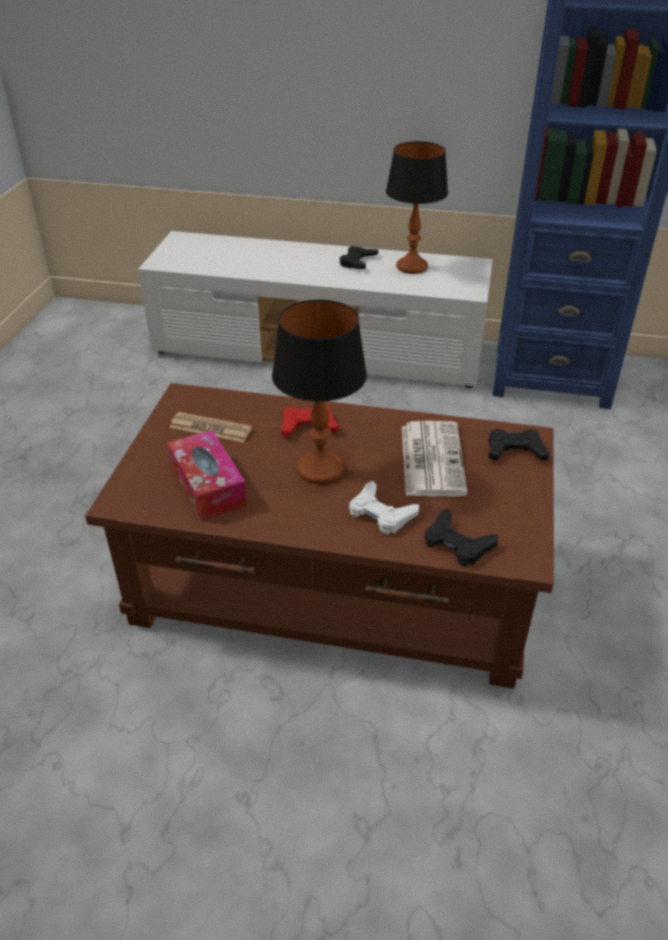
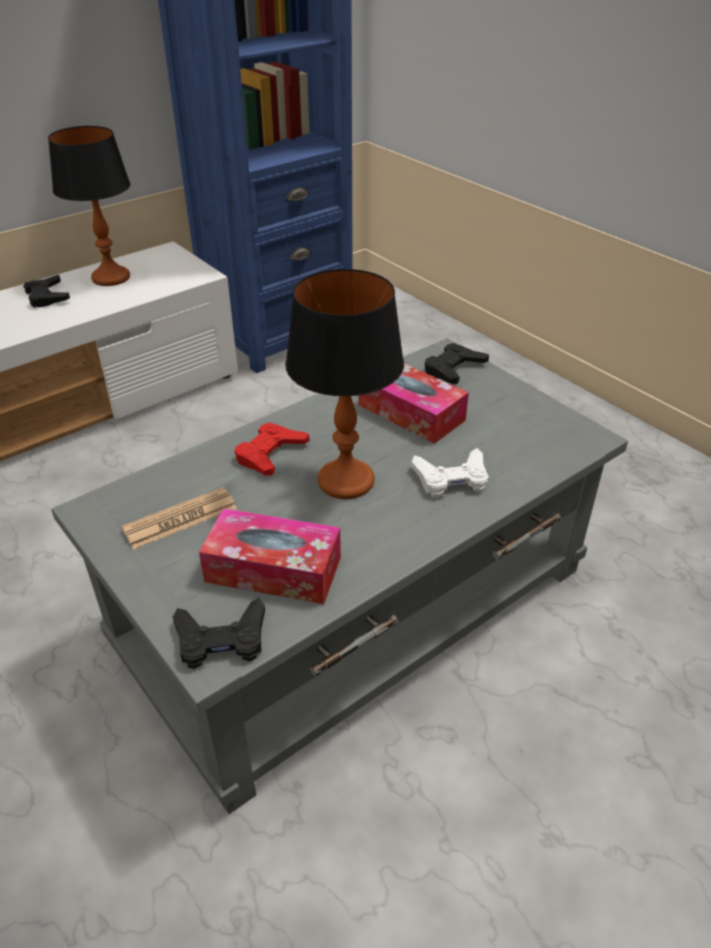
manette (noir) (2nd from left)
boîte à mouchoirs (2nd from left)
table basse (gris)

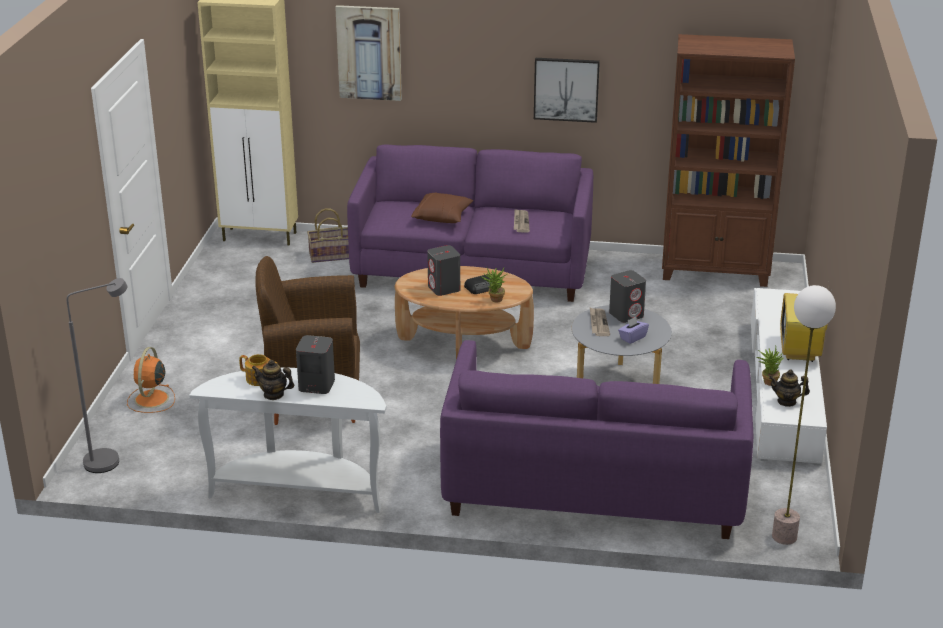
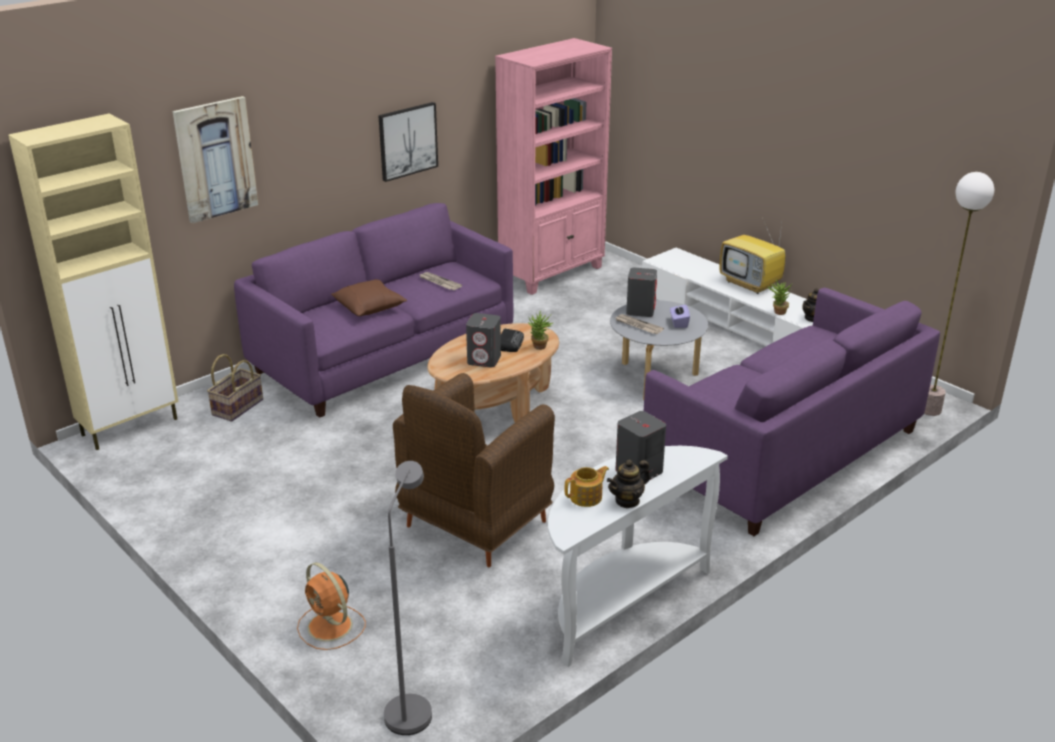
bibliothèque (rose)

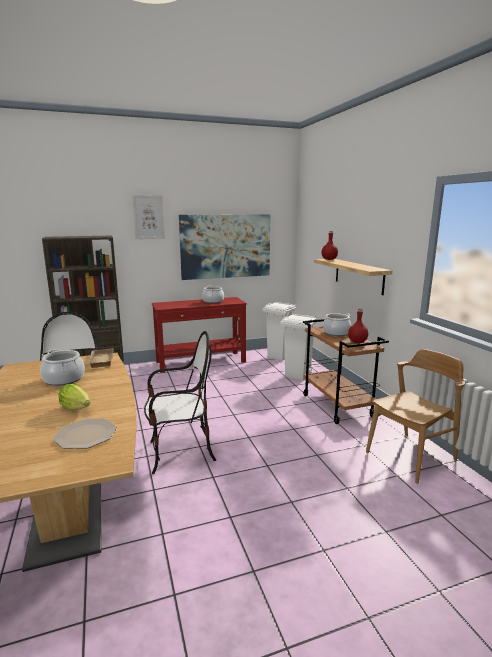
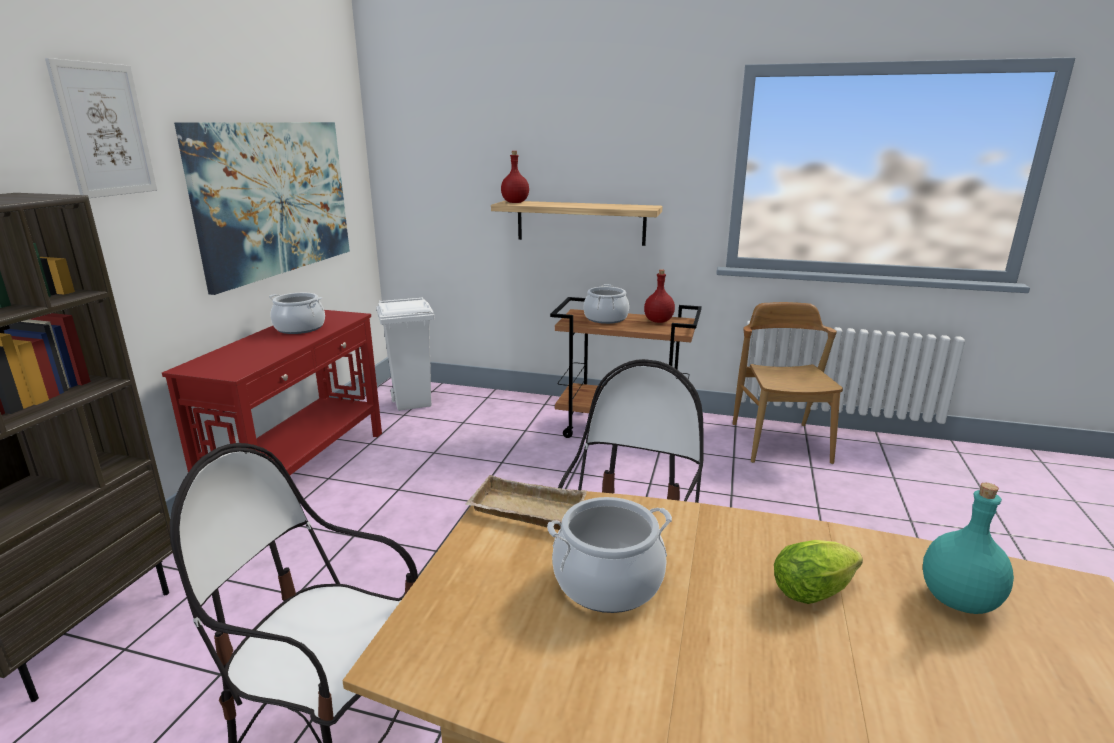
poubelle (blanc) (2nd from left in the first image)
bouteille (turquoise)

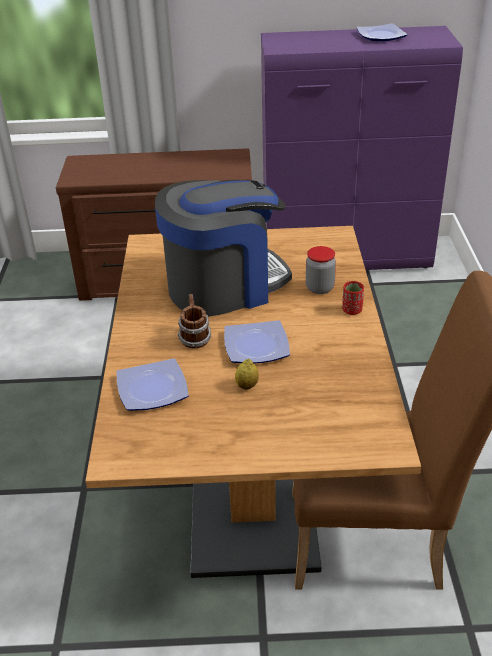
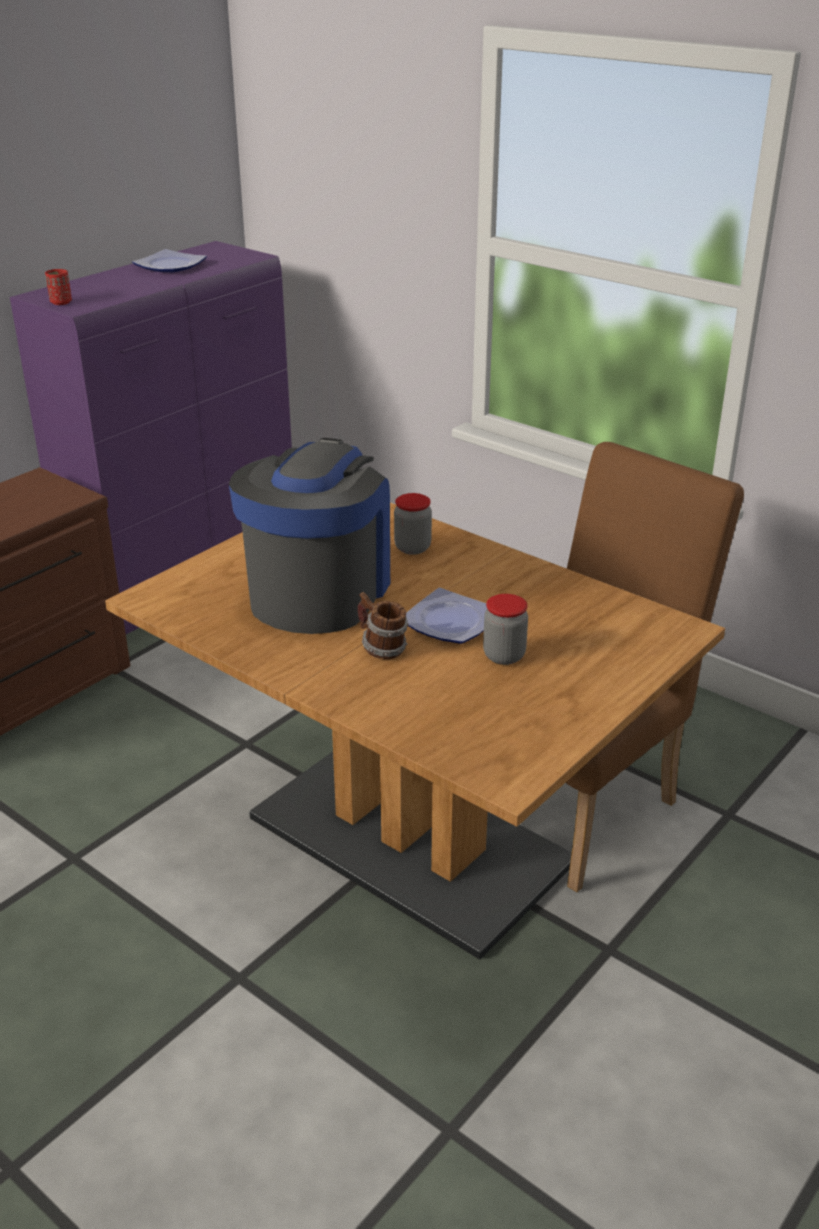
assiette (1st from left in the first image)
tasse (rouge)
bocal (2nd from left)

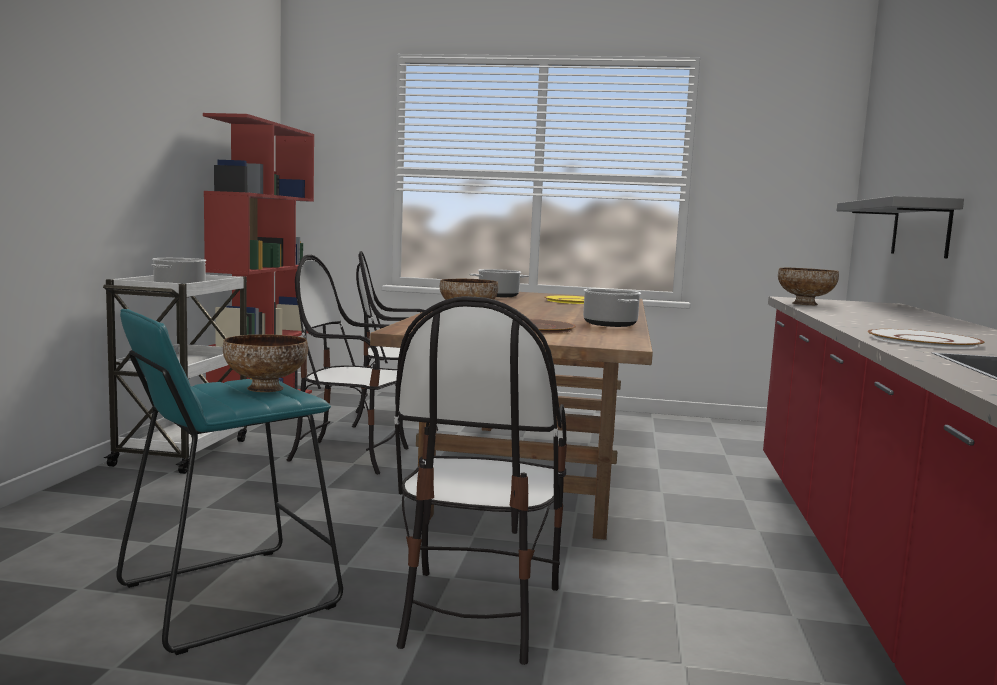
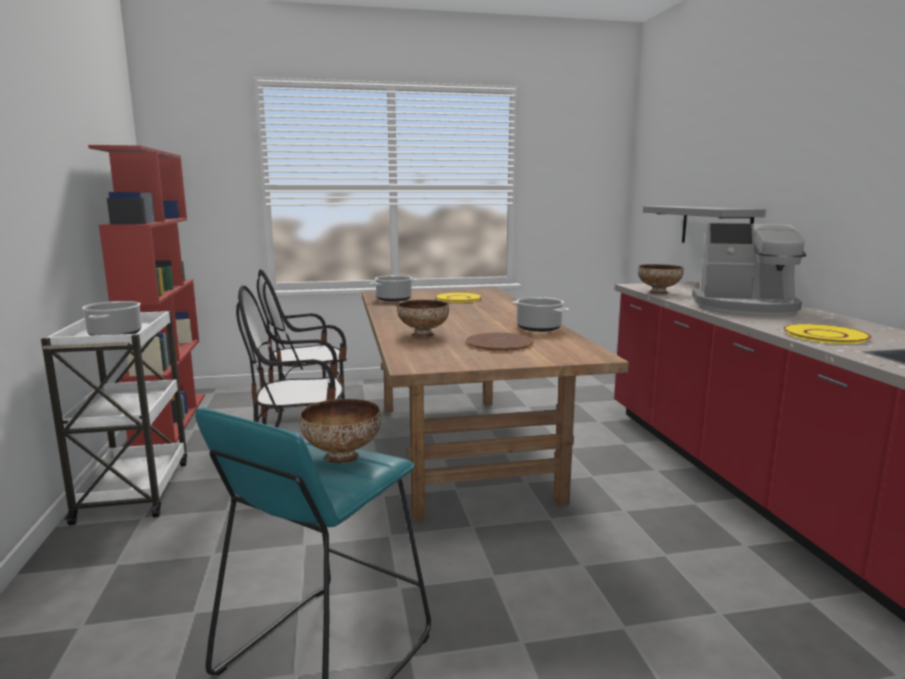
chaise (3rd from left in the first image)
machine à café
assiette (jaune) (2nd from left)

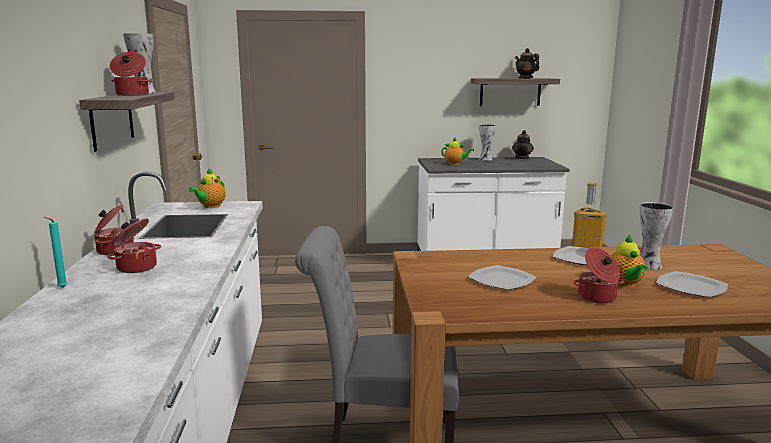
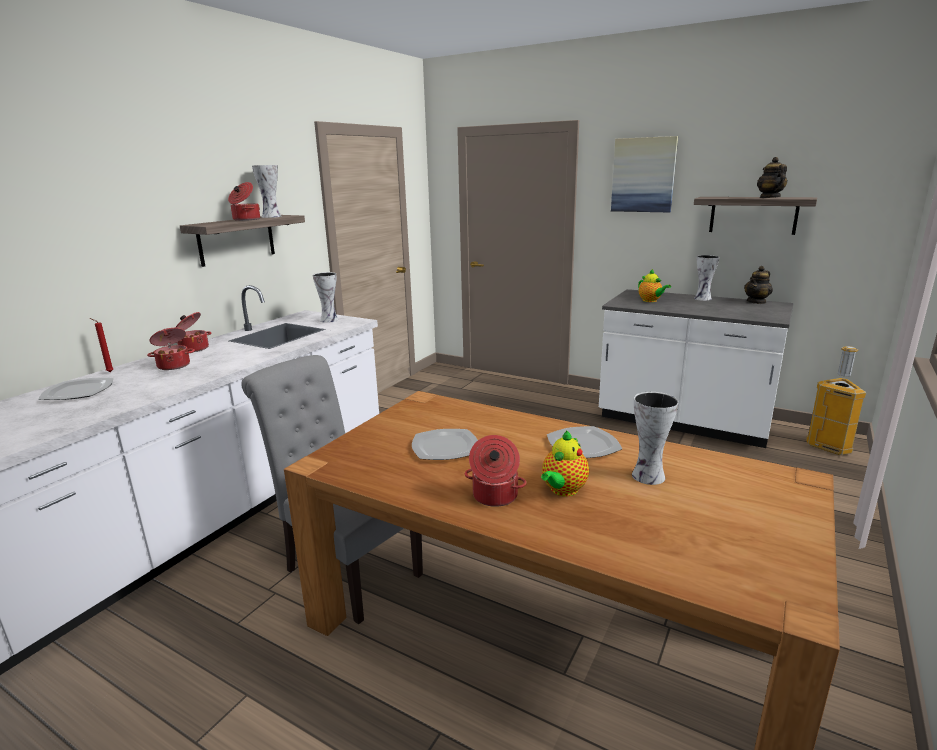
tableau
assiette (1st from left)
vase (2nd from left)
bougie (rouge)

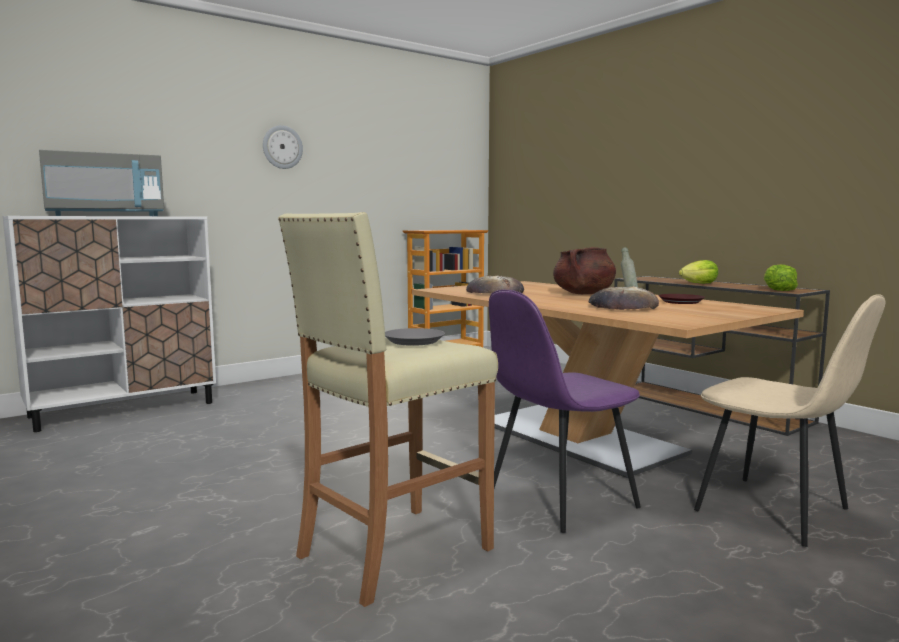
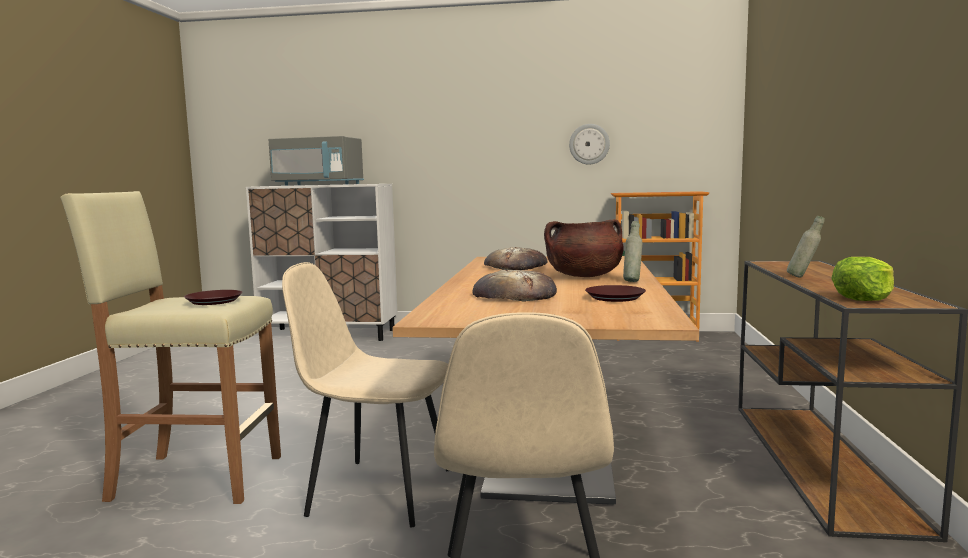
horloge murale
bouteille (gris) (2nd from left)
assiette (marron) (1st from left)
chaise (beige) (1st from left)

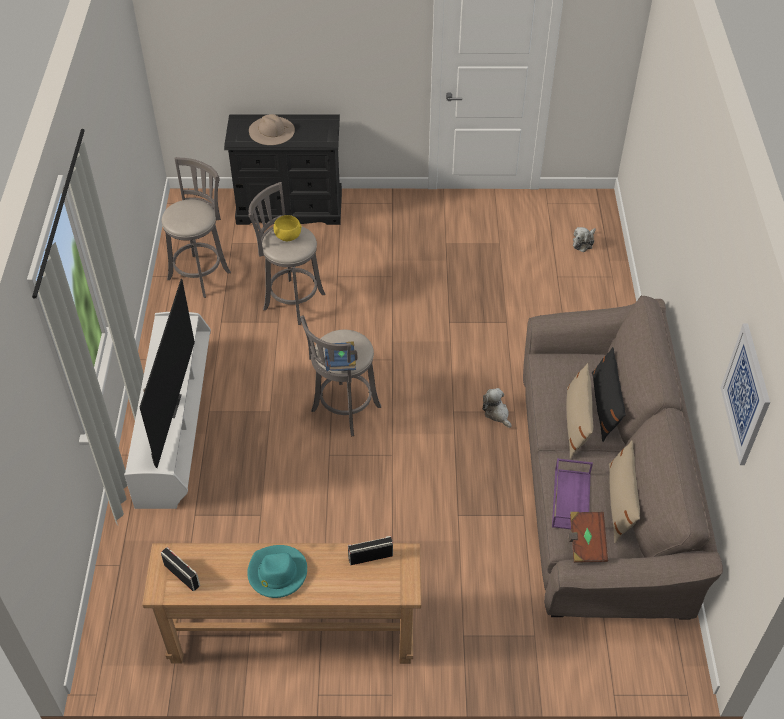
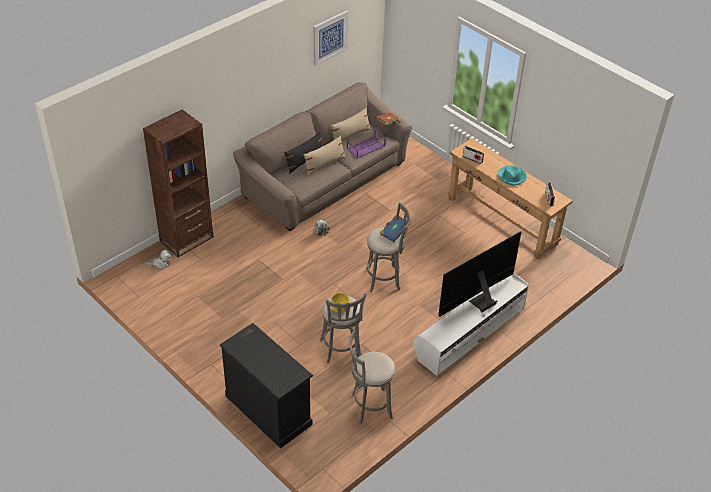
chapeau (beige)
bibliothèque (marron)

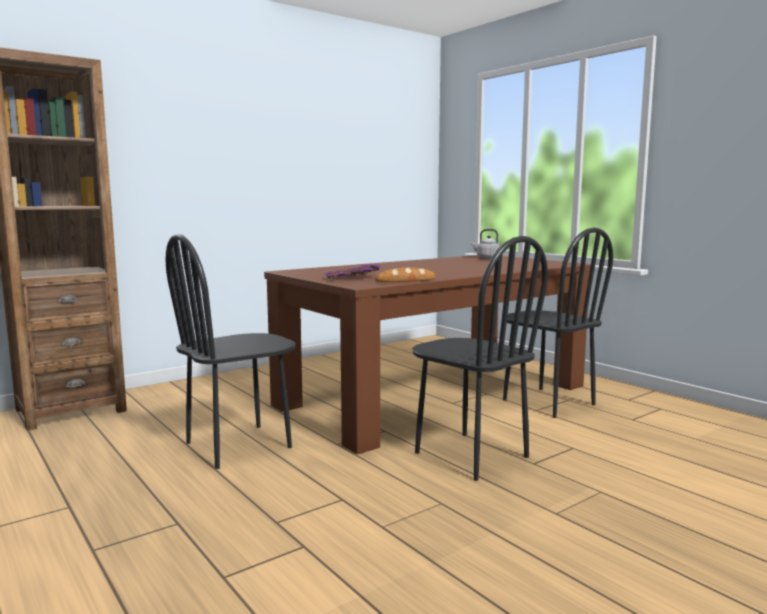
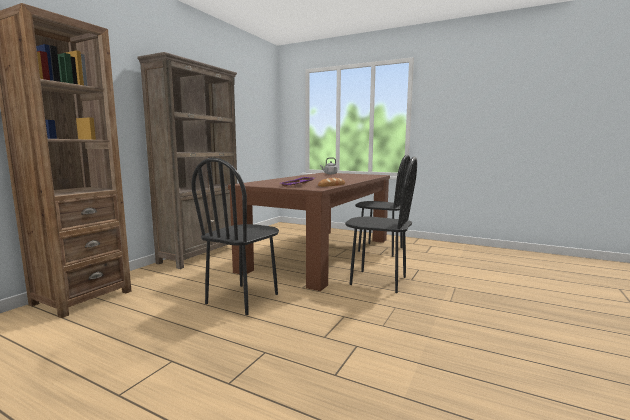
bibliothèque (marron) (2nd from left)

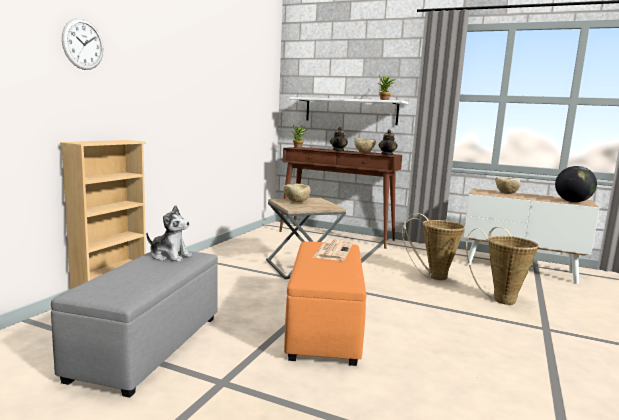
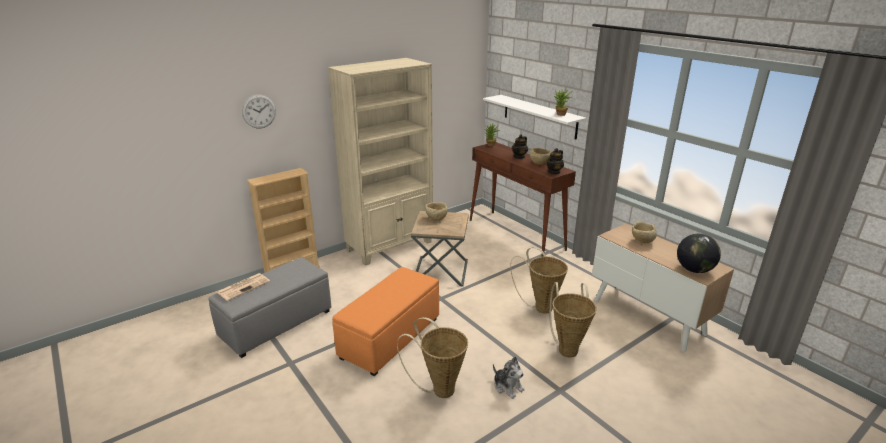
bibliothèque (beige) (2nd from left)
panier (1st from left)
peluche
journal

